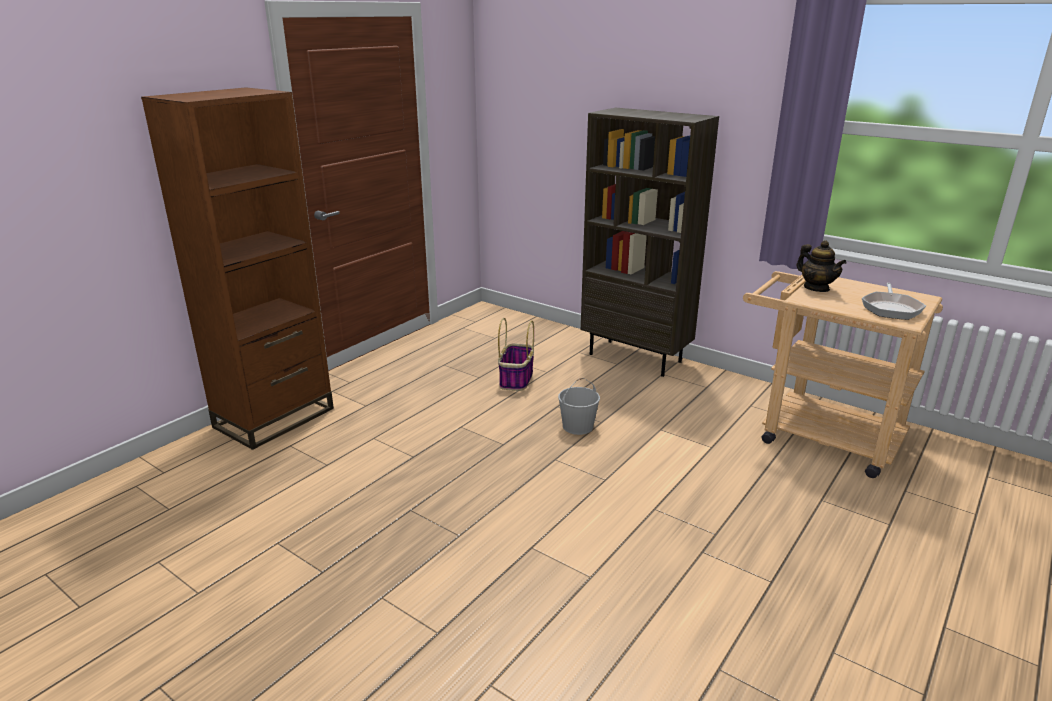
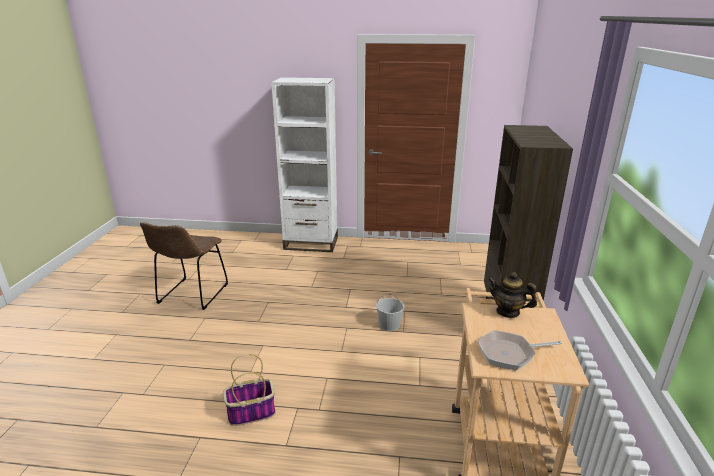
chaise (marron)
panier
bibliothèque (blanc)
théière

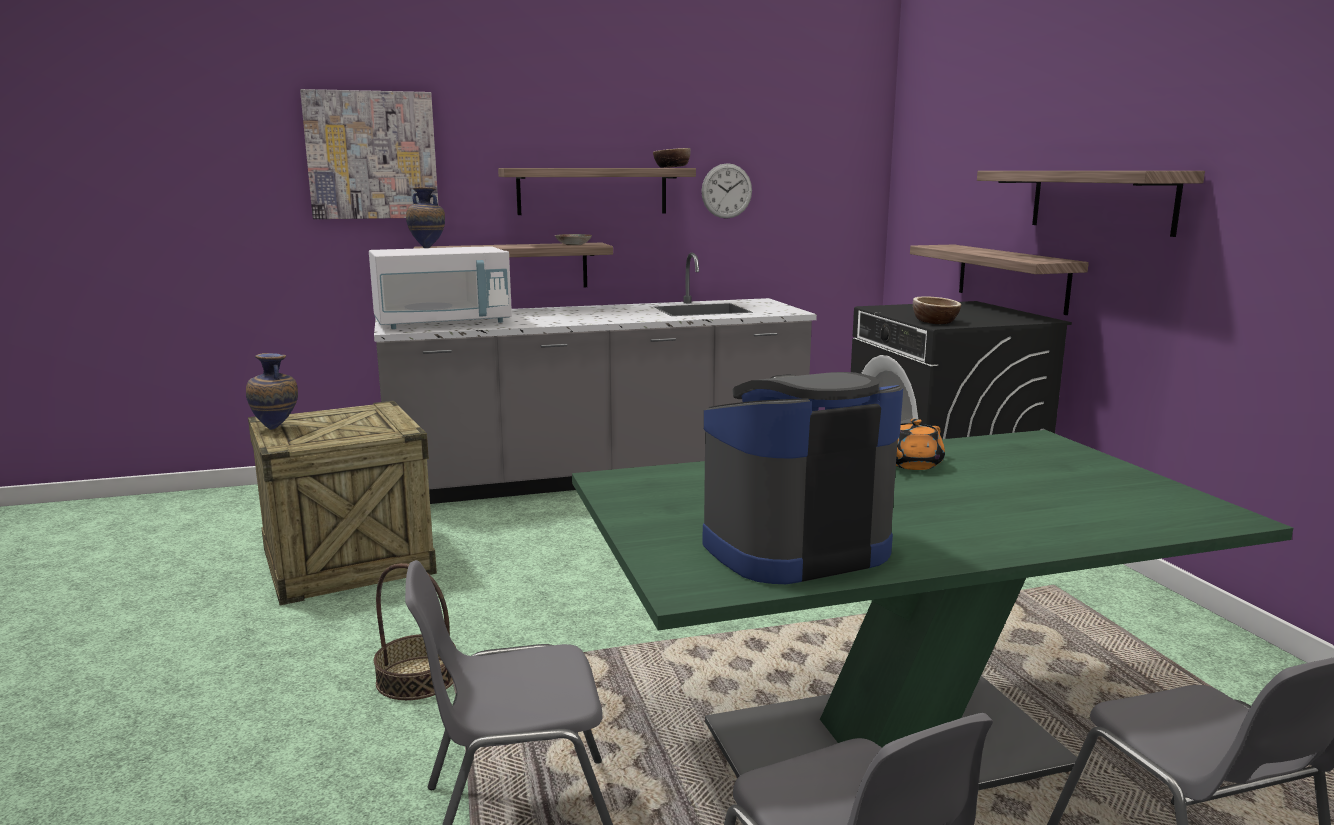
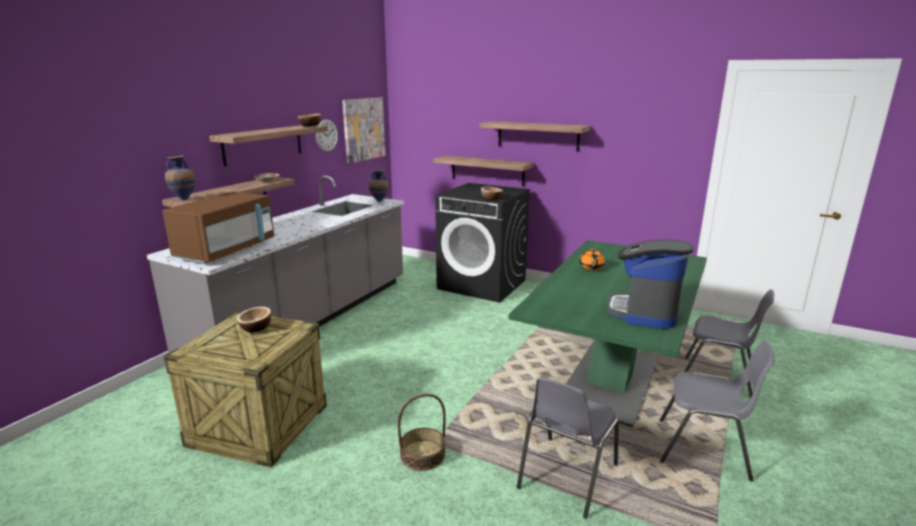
bol (1st from left)
vase (2nd from left)
tableau
micro-ondes (marron)

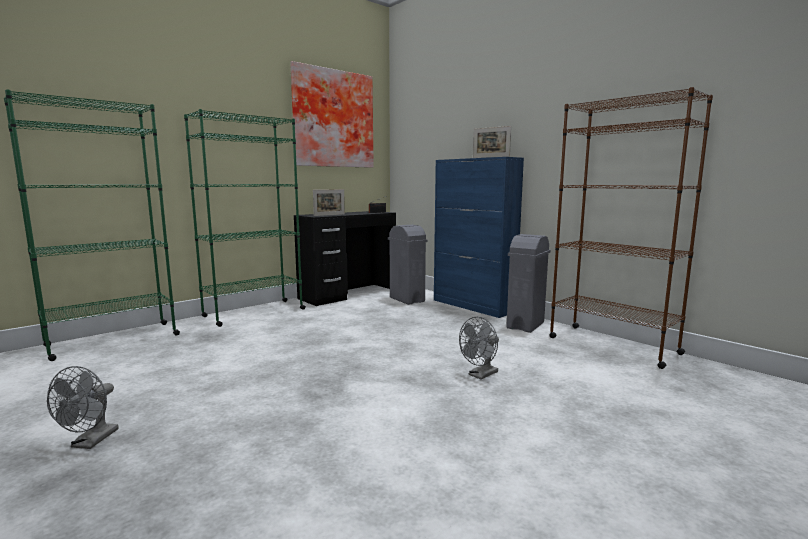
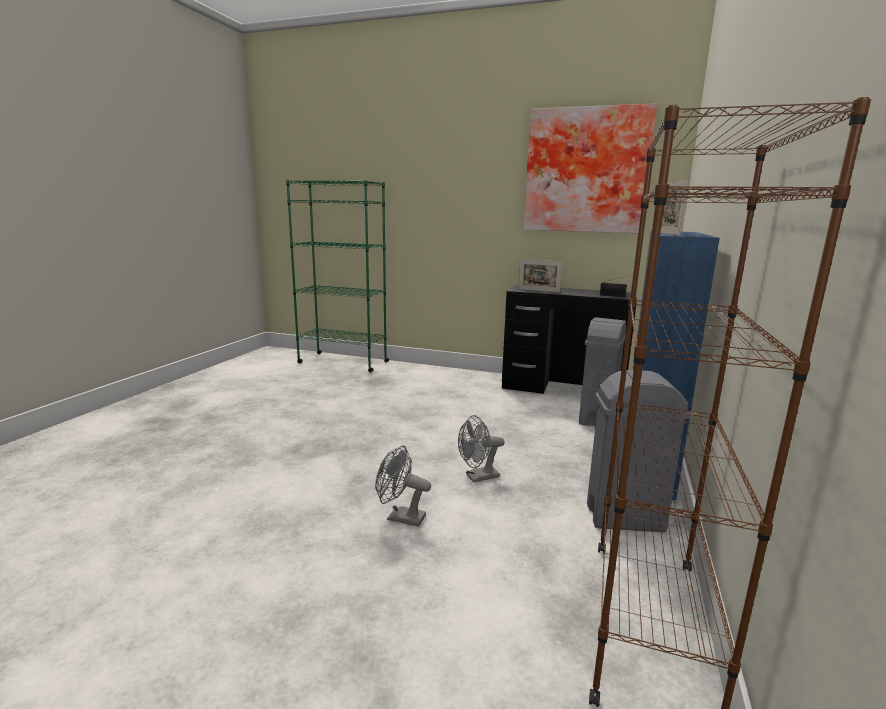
bibliothèque (vert) (2nd from left in the first image)
ventilateur (gris) (2nd from left)

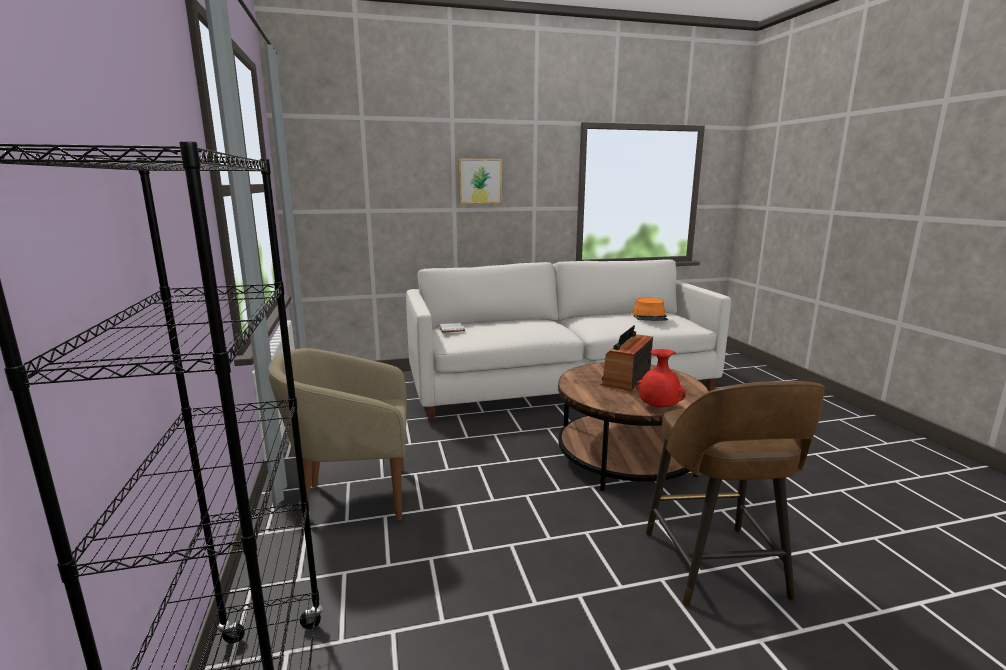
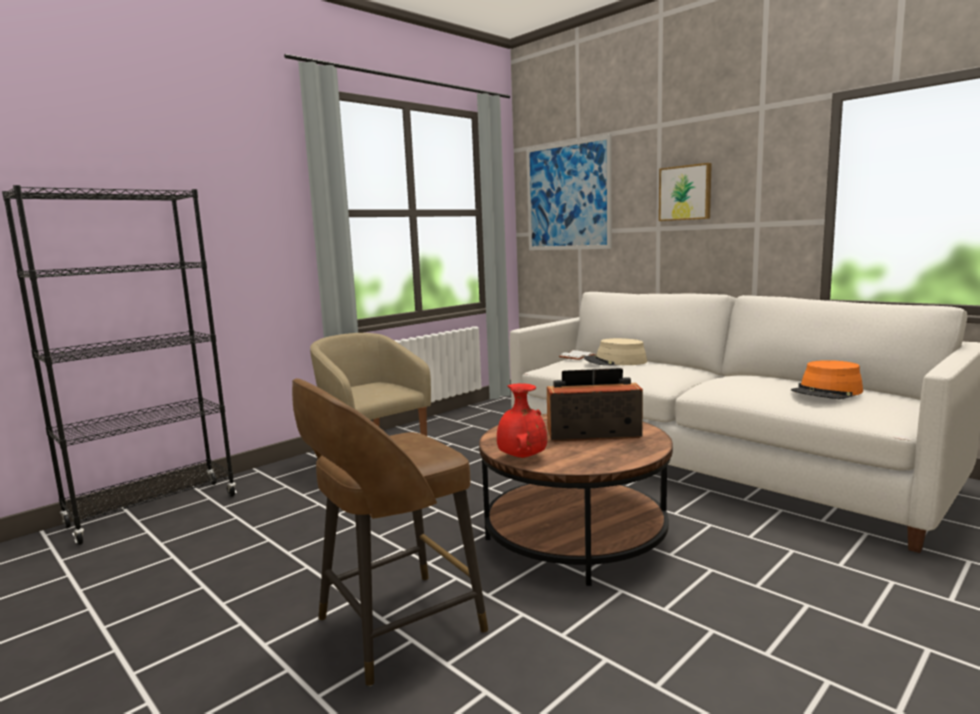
tableau (1st from left)
chapeau (beige)

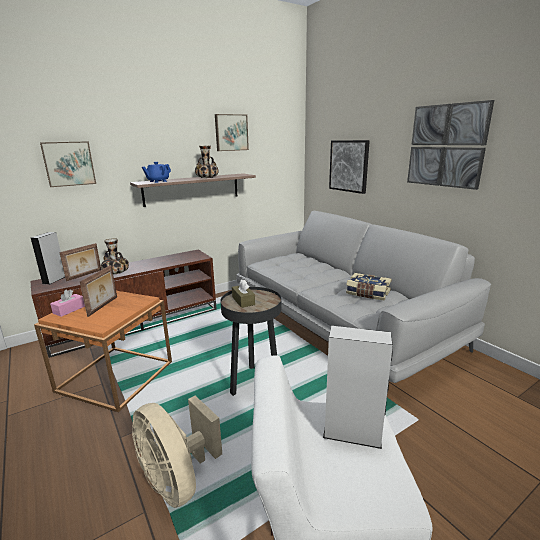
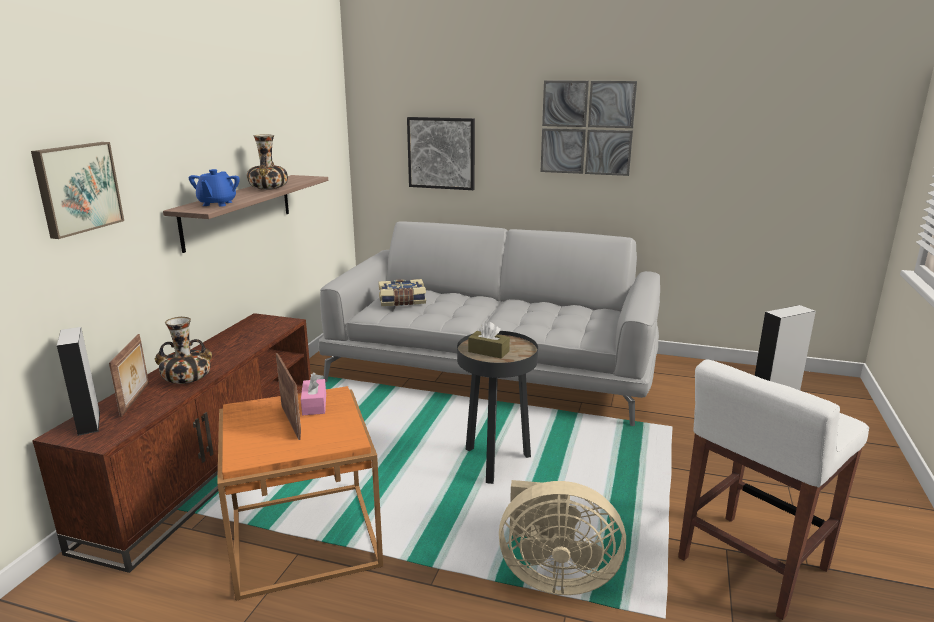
tableau (2nd from left in the first image)
boîte à mouchoirs (rose)
livre

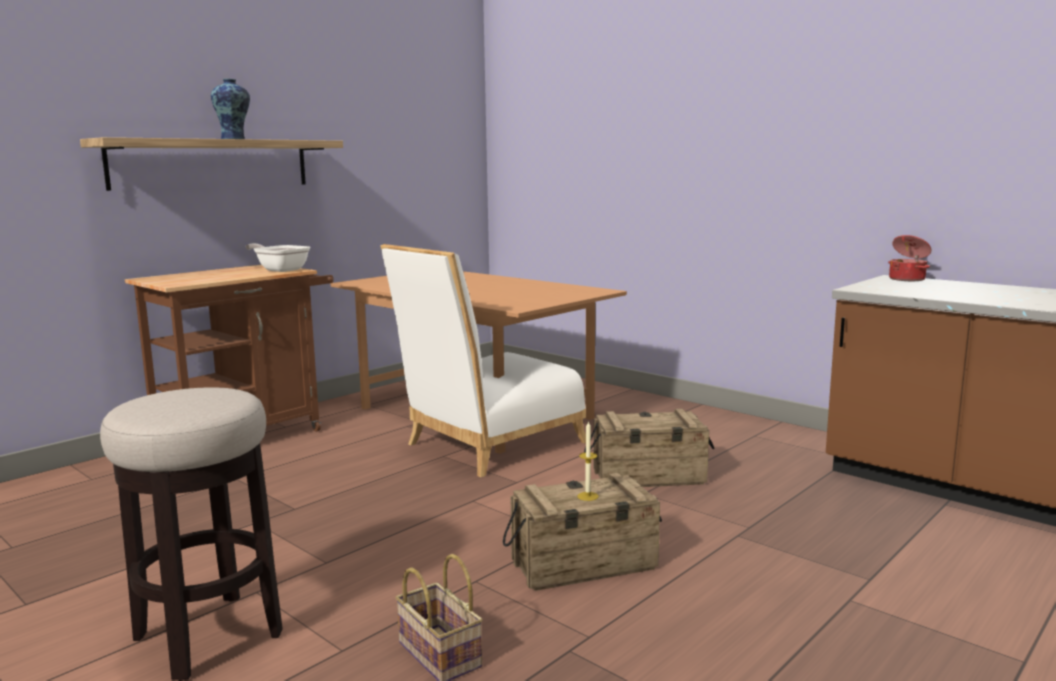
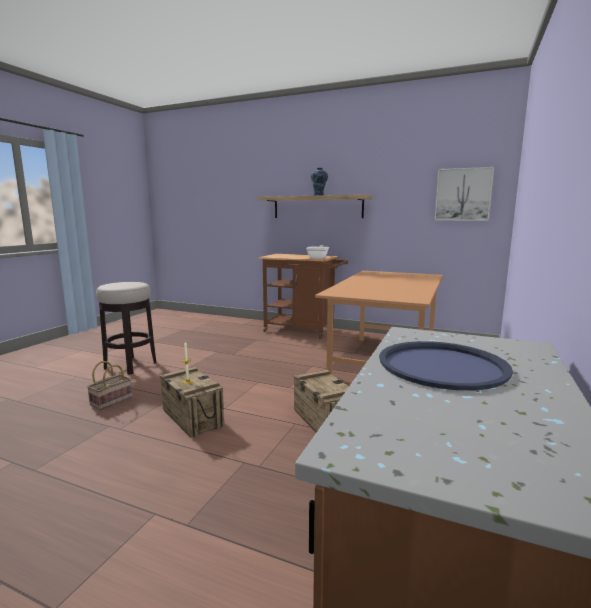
chaise (blanc)
marmite
plateau (bleu)
tableau

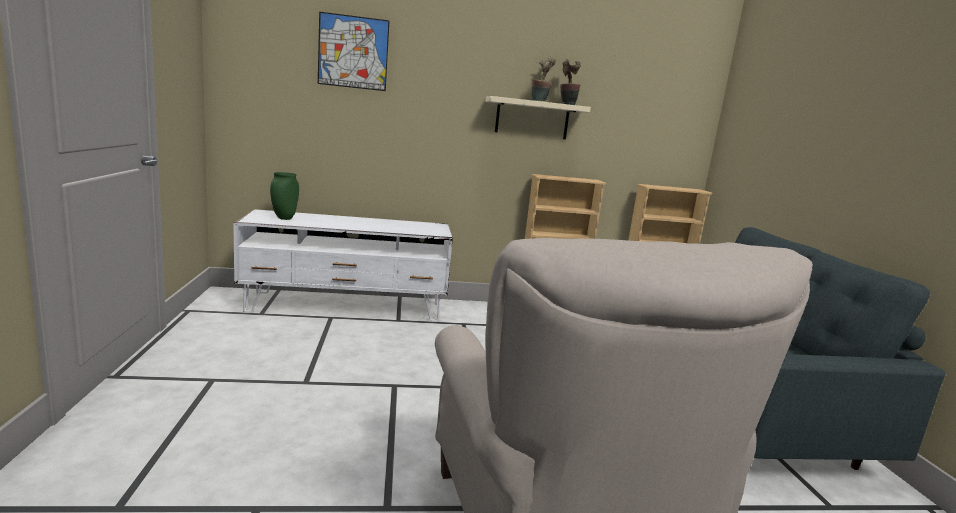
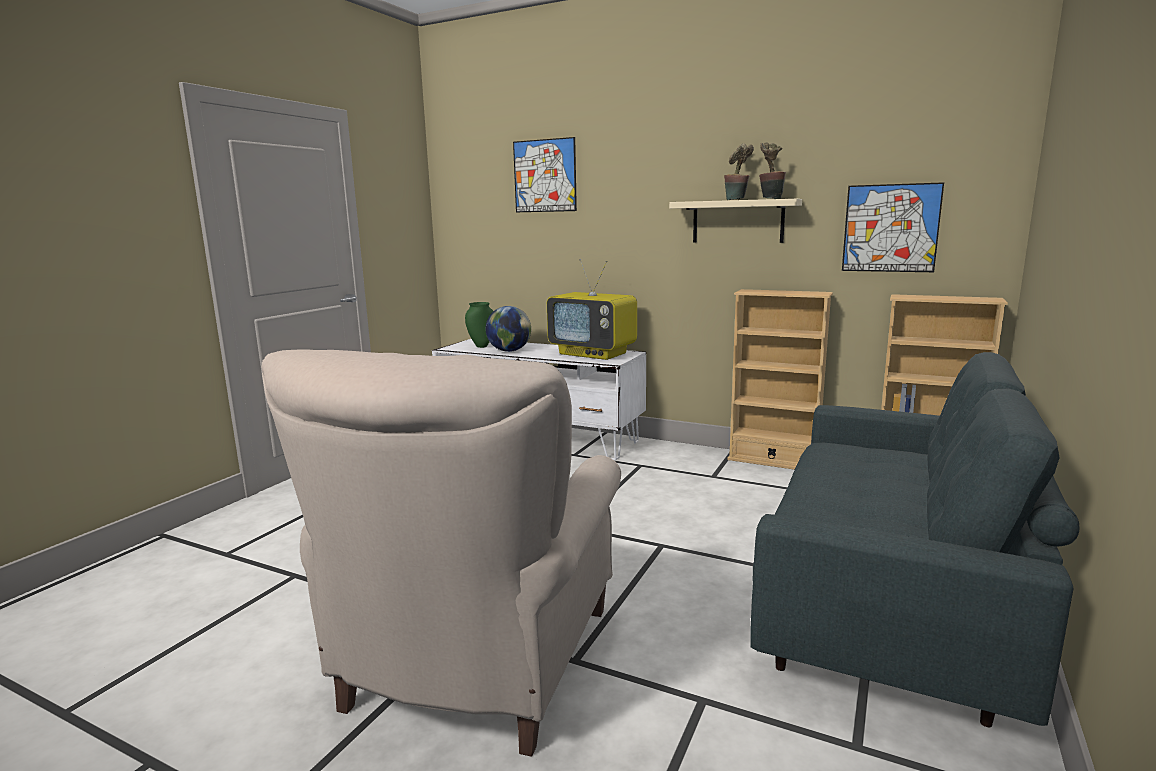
globe
téléviseur
tableau (2nd from left)

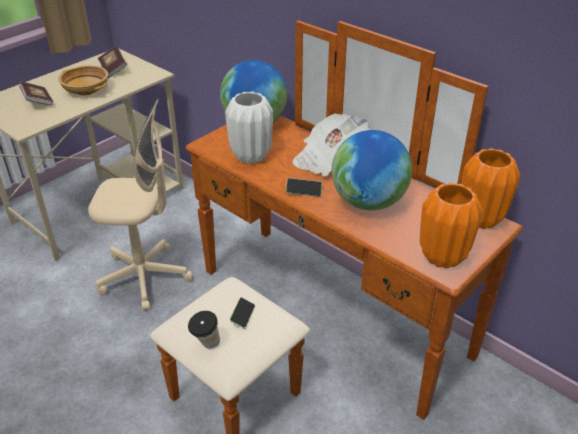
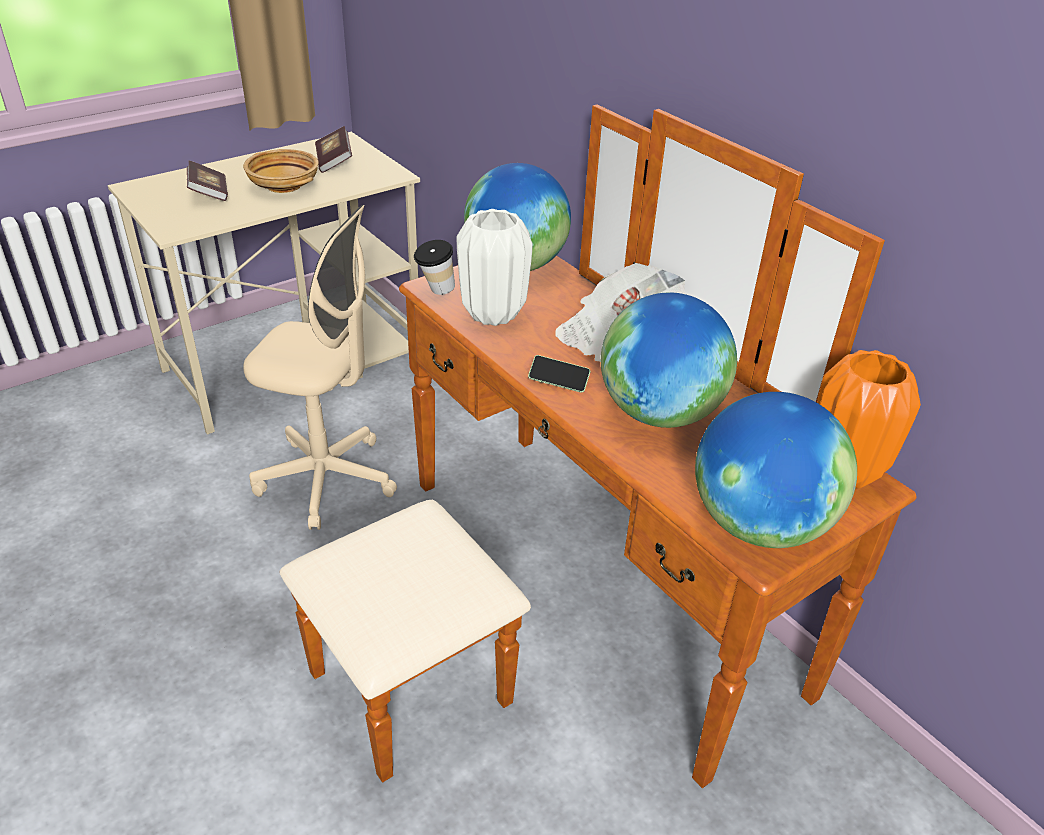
téléphone (1st from left in the first image)
tasse
globe (3rd from left)

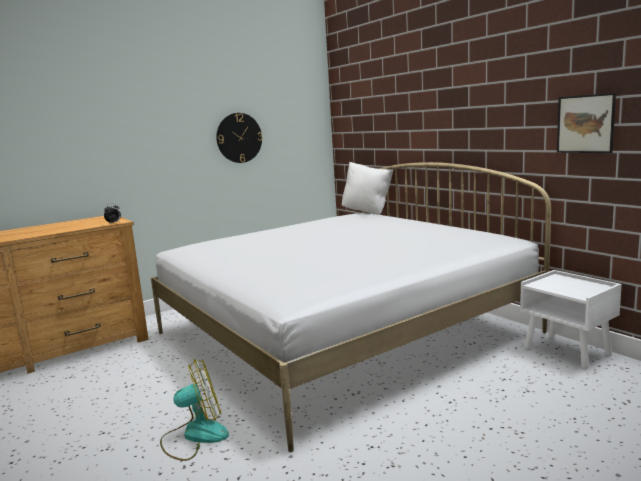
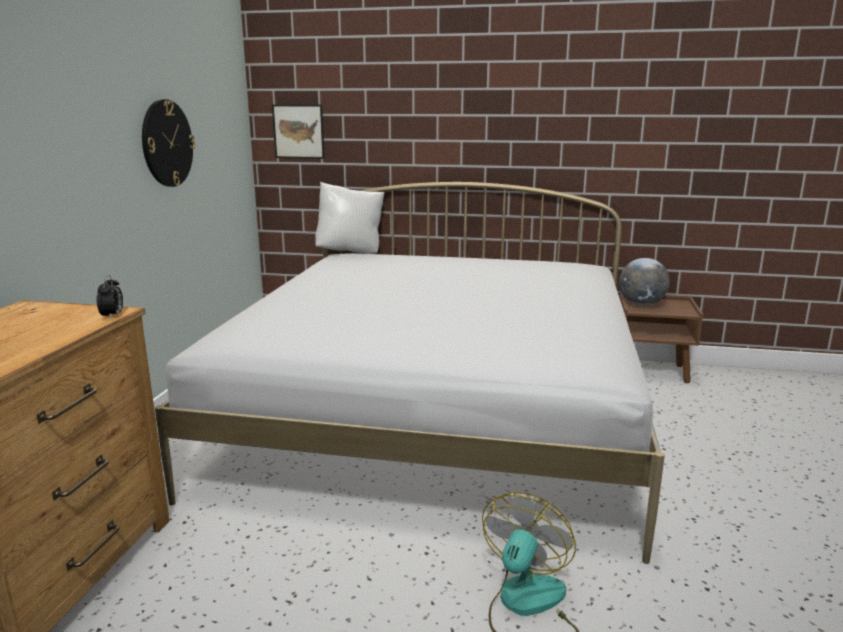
globe
tableau
table de chevet (marron)

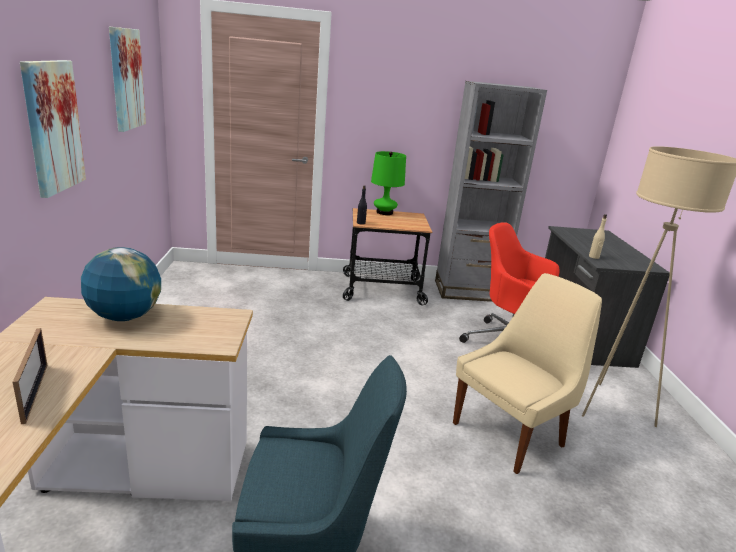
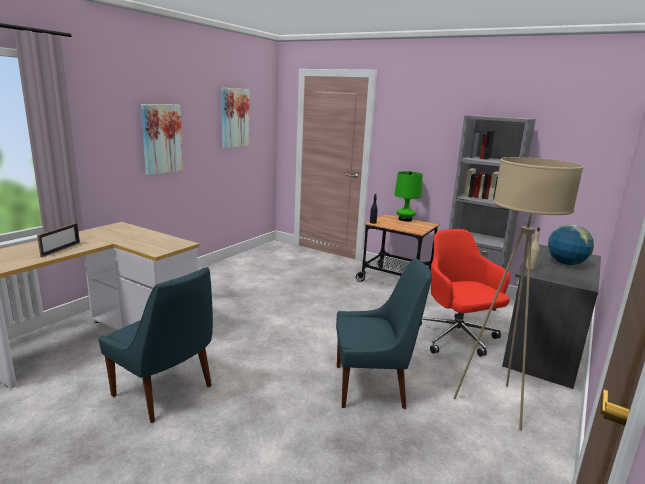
globe
chaise (bleu) (2nd from left)

